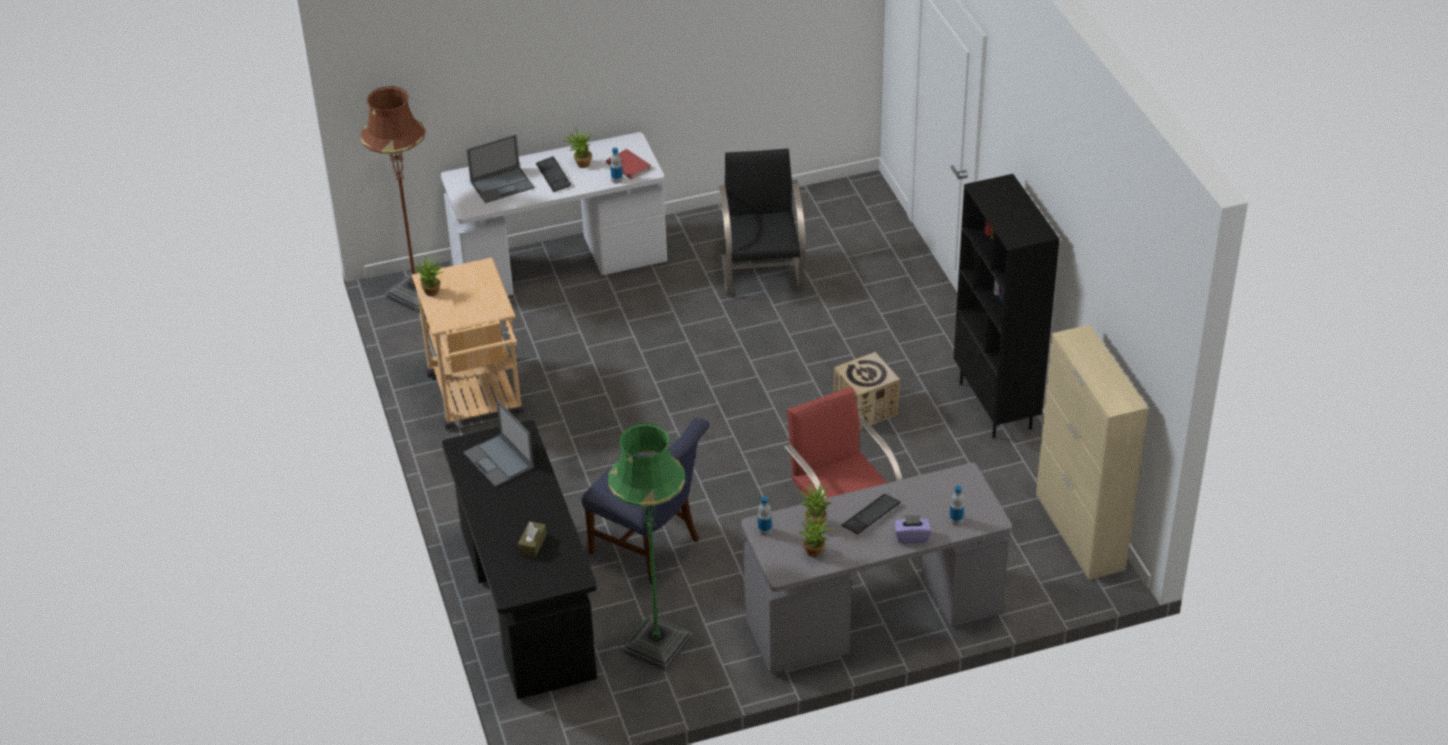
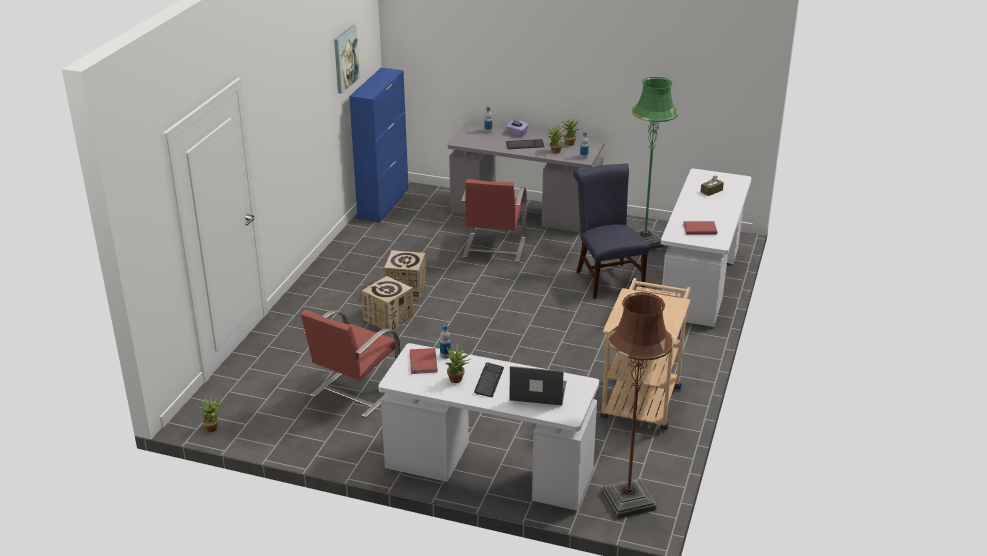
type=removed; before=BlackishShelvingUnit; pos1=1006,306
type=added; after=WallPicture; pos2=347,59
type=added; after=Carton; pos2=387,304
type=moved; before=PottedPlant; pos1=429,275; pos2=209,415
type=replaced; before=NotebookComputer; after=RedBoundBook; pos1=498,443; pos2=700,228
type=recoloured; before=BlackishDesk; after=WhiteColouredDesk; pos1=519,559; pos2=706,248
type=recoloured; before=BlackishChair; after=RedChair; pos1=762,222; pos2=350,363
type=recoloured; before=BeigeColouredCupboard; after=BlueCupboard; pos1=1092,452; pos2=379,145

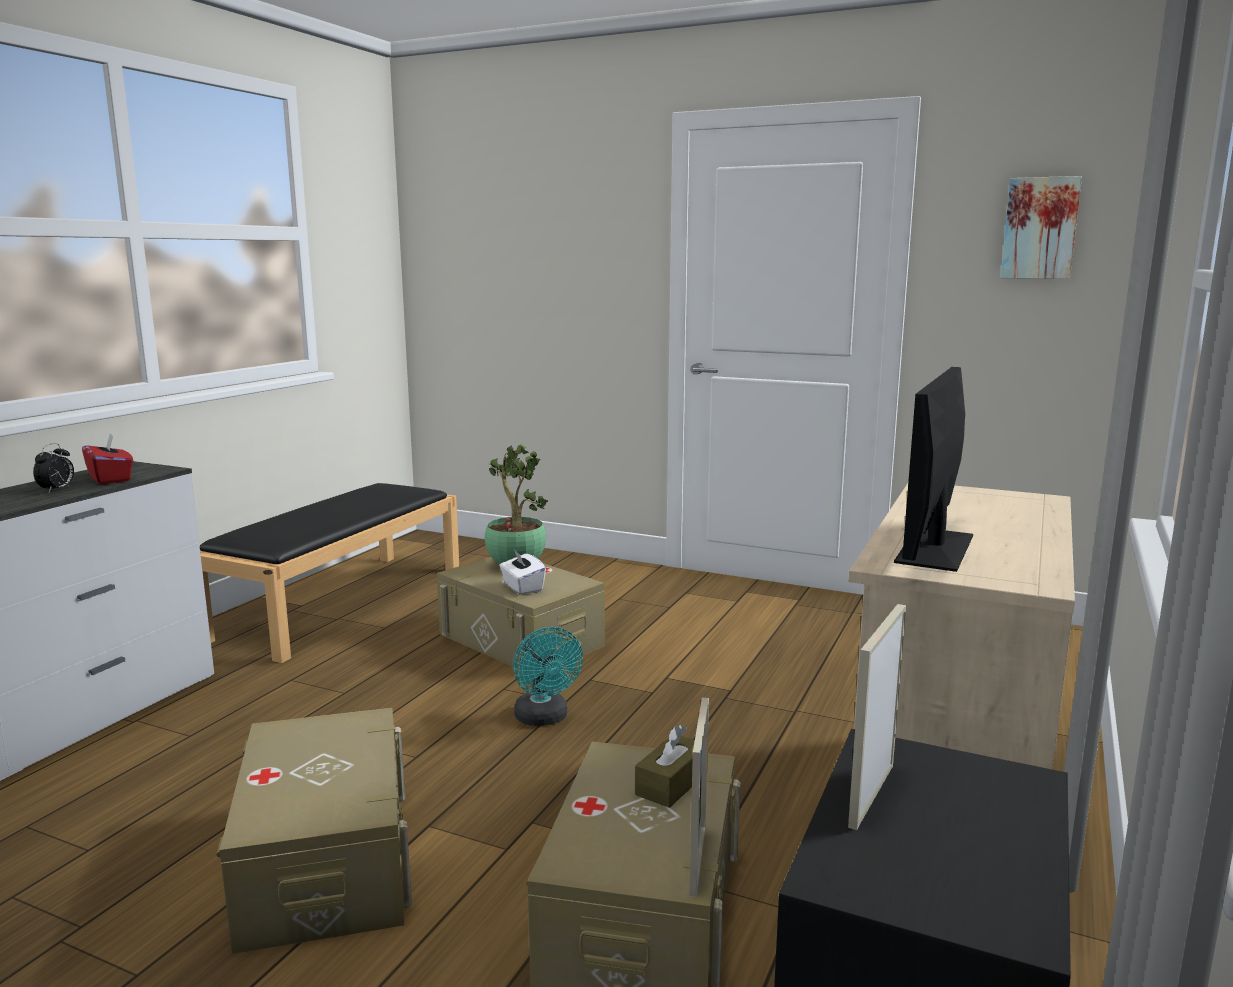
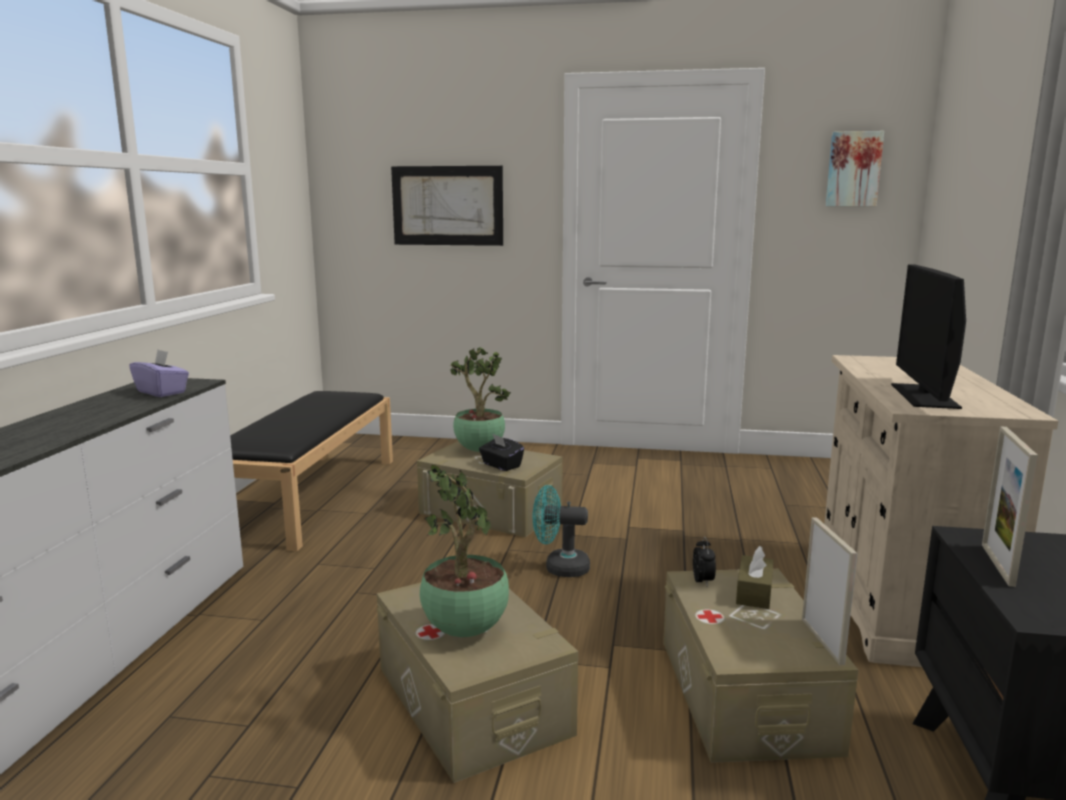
type=added; after=WallPicture; pos2=447,206
type=added; after=PottedPlant; pos2=464,551
type=moved; before=AlarmClock; pos1=53,468; pos2=704,562
type=recoloured; before=RedBoxOfTissues; after=PurpleBoxOfTissues; pos1=107,459; pos2=159,373
type=recoloured; before=WhiteColouredBoxOfTissues; after=BlackishBoxOfTissues; pos1=522,571; pos2=501,452
type=turned; before=TurquoiseCoolingFan; pos1=548,676; pos2=561,531; turn=135

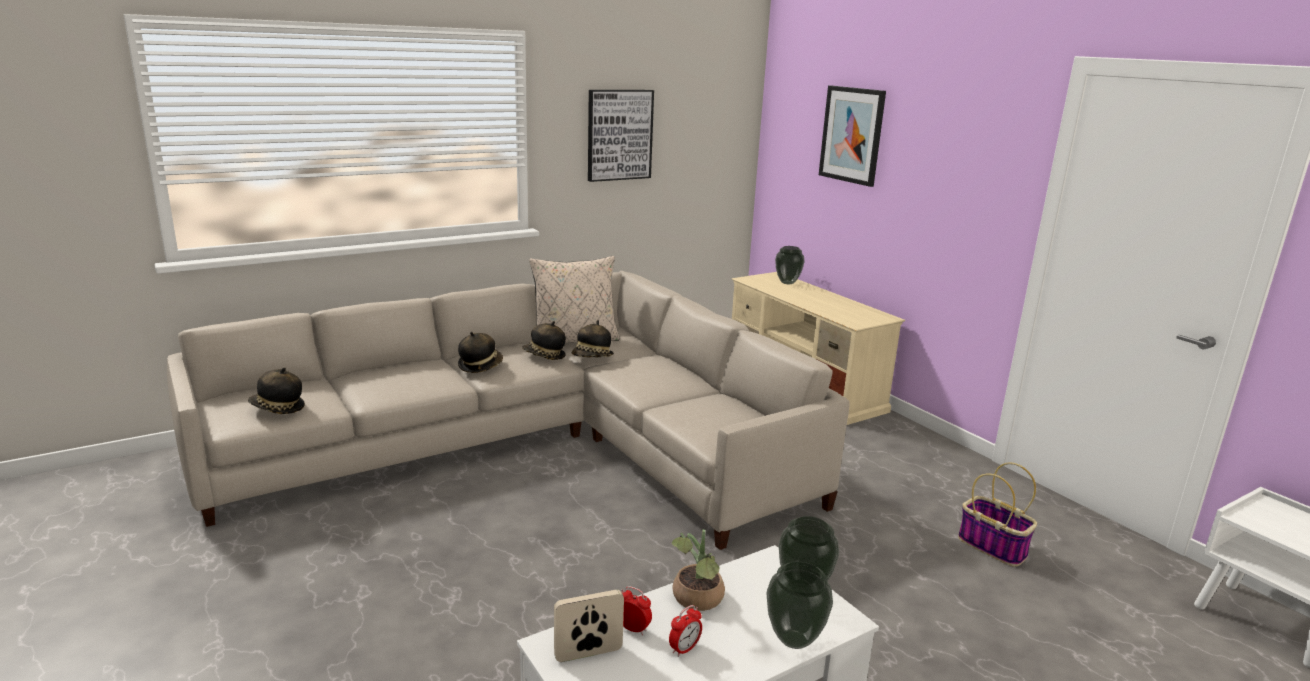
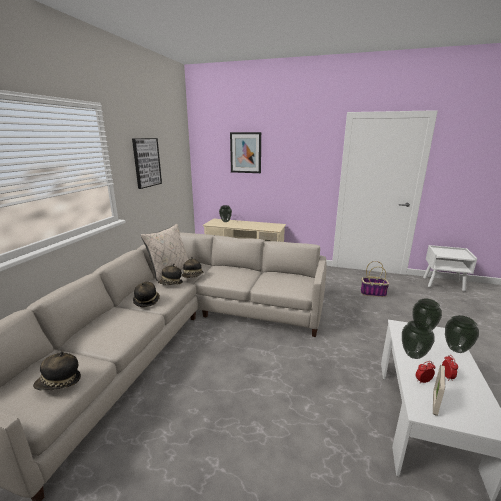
type=replaced; before=PottedPlant; after=DecorativeVase; pos1=698,570; pos2=418,339

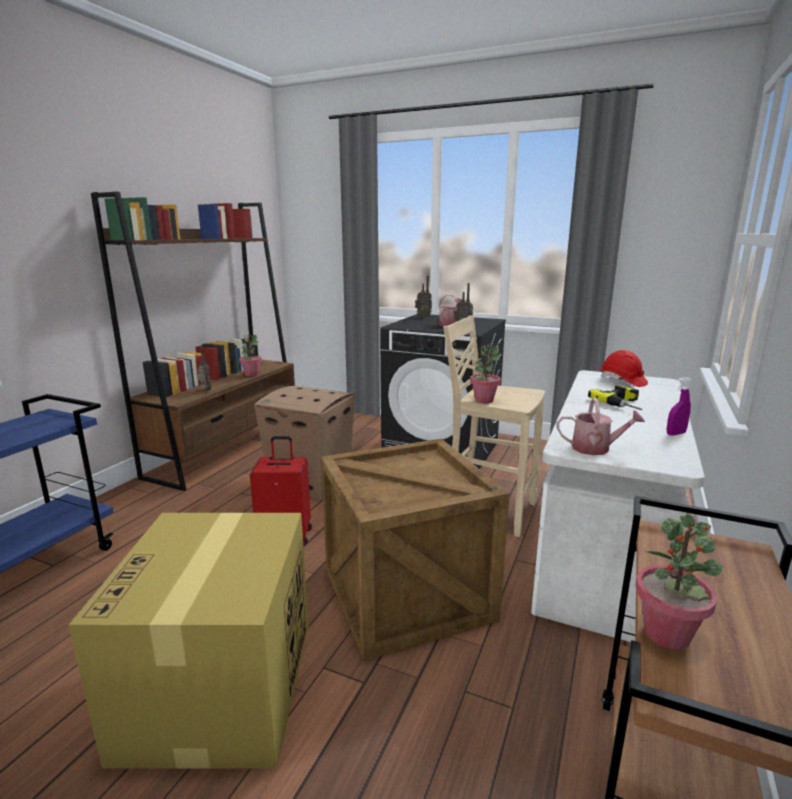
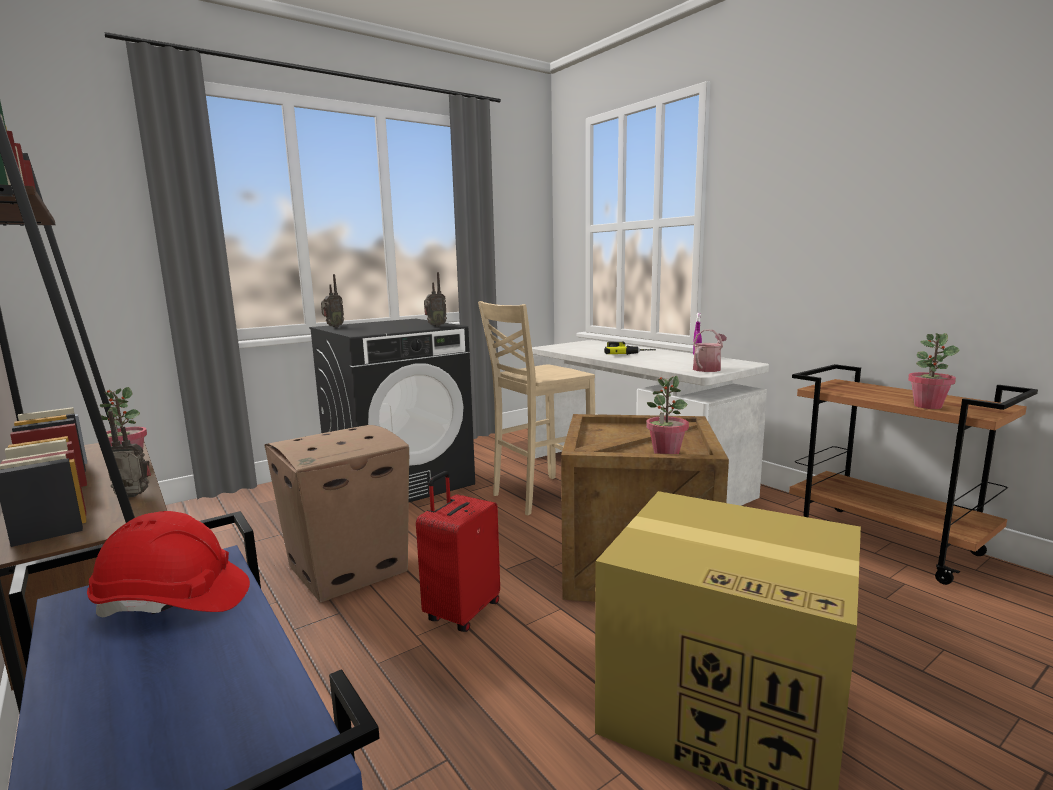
type=removed; before=WateringPot; pos1=450,310
type=moved; before=PottedPlant; pos1=485,373; pos2=667,415
type=moved; before=RedSafetyHelmet; pos1=624,368; pos2=168,564

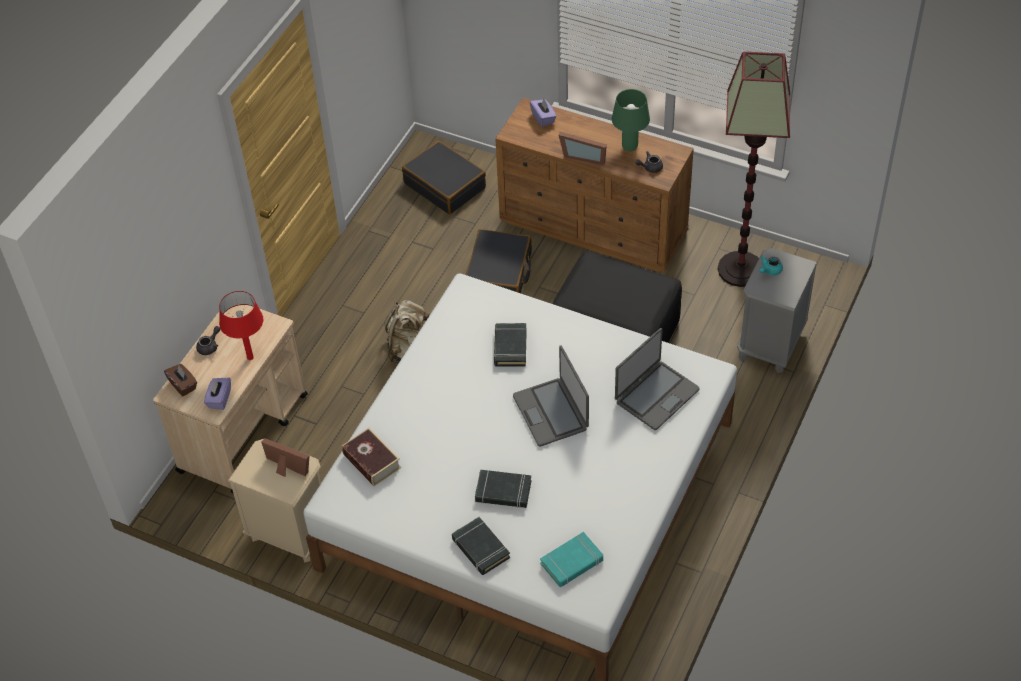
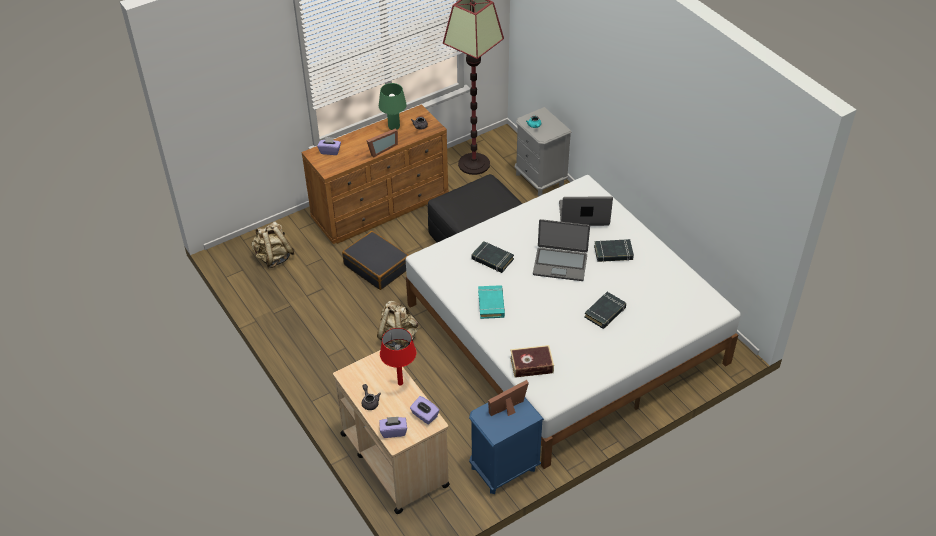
type=moved; before=BlackishBoundBook; pos1=481,546; pos2=614,250
type=moved; before=TurquoiseBoundBook; pos1=571,559; pos2=491,302
type=replaced; before=BlackishPieceOfLuggage; after=BeigeColouredKnapsack; pos1=444,177; pos2=273,244
type=recoloured; before=BrownishBoxOfTissues; after=PurpleBoxOfTissues; pos1=180,380; pos2=393,427
type=recoloured; before=BeigeColouredNightTable; after=BlueNightTable; pos1=274,500; pos2=506,446
type=turned; before=NotebookComputer; pos1=657,379; pos2=586,211; turn=-75

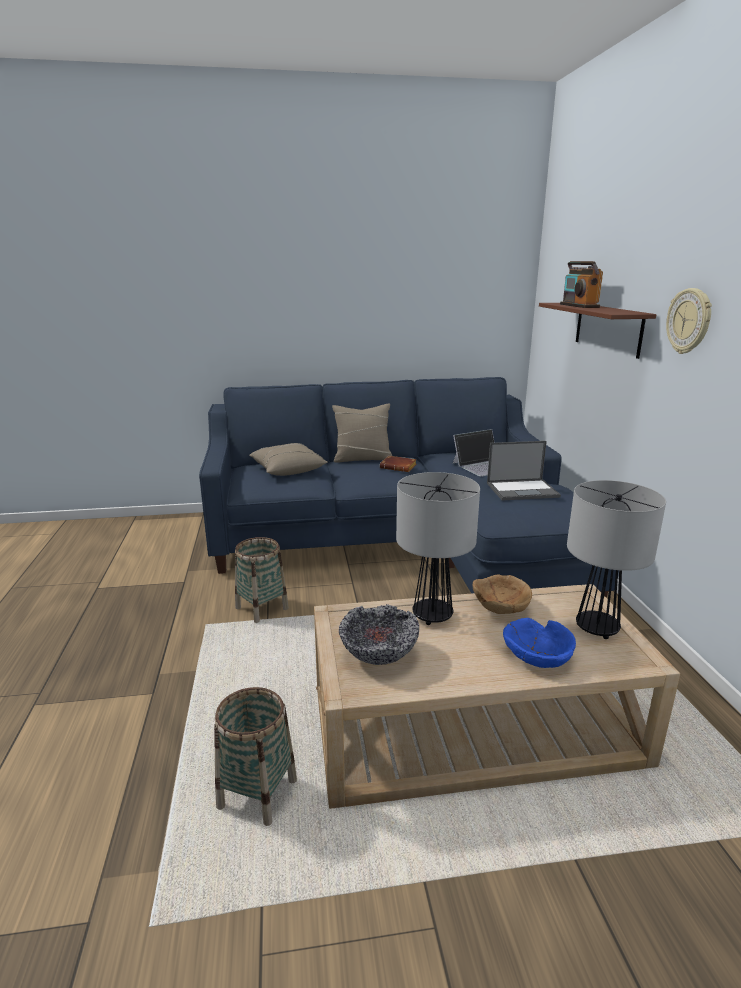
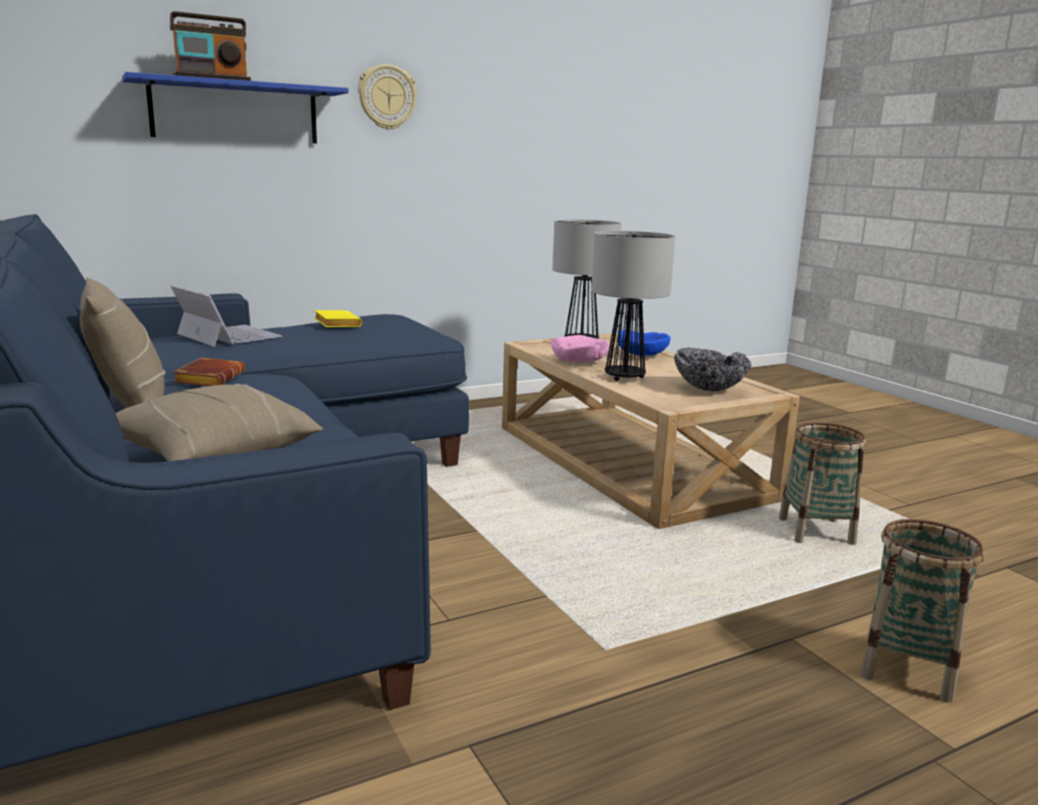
type=moved; before=Basket; pos1=262,580; pos2=922,611
type=replaced; before=NotebookComputer; after=YellowBoundBook; pos1=524,471; pos2=338,318
type=recoloured; before=BrownishBowl; after=PinkBowl; pos1=502,594; pos2=580,348
type=recoloured; before=BrownishShelf; after=BlueShelf; pos1=597,331; pos2=235,107

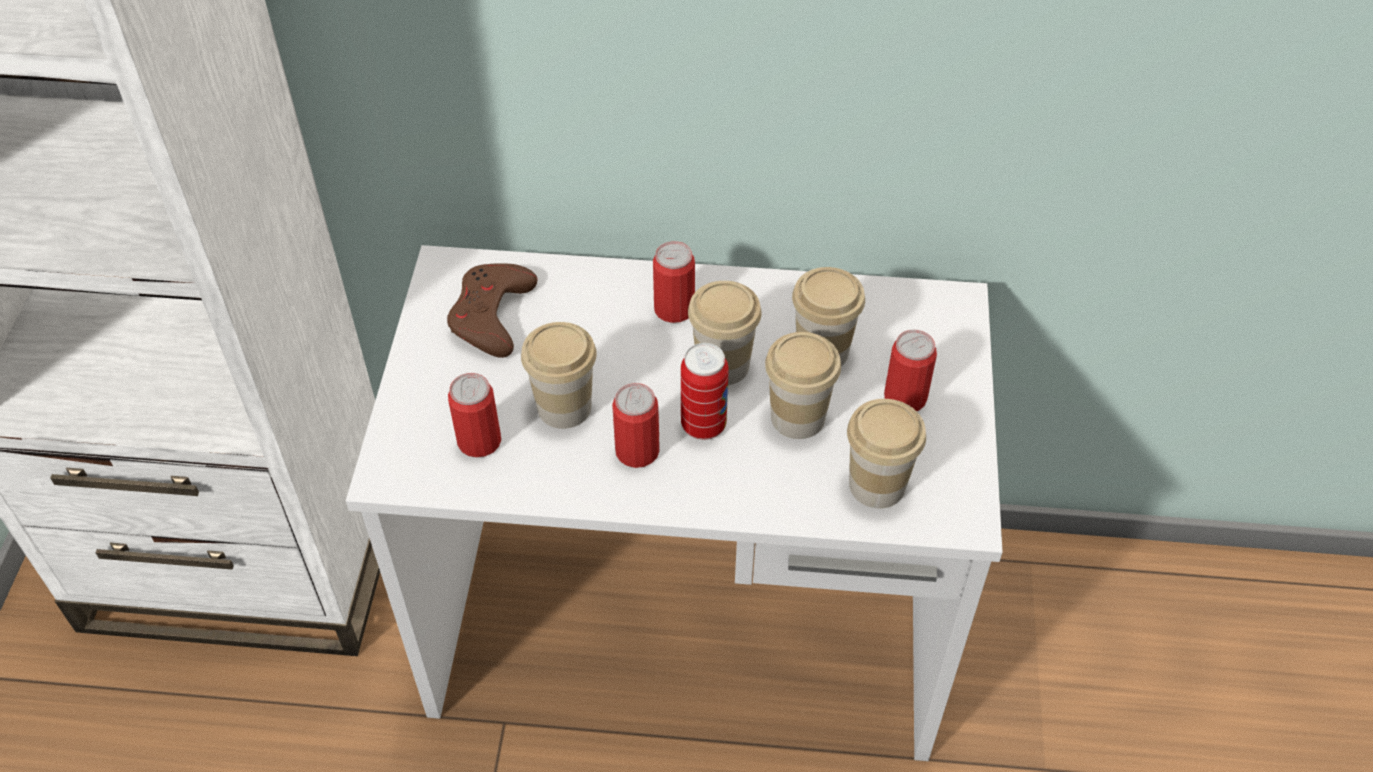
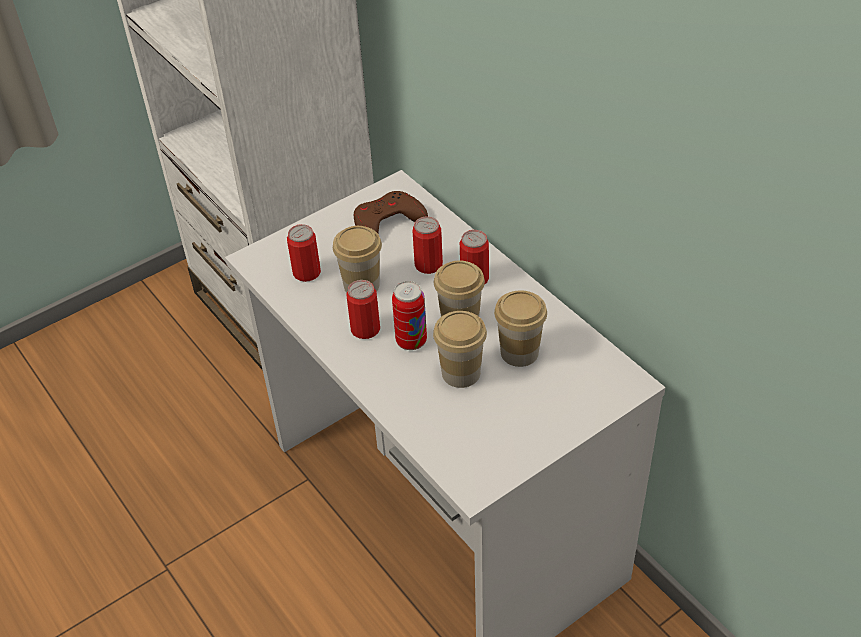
type=removed; before=SmallCup; pos1=886,453
type=moved; before=Can; pos1=910,370; pos2=428,245

